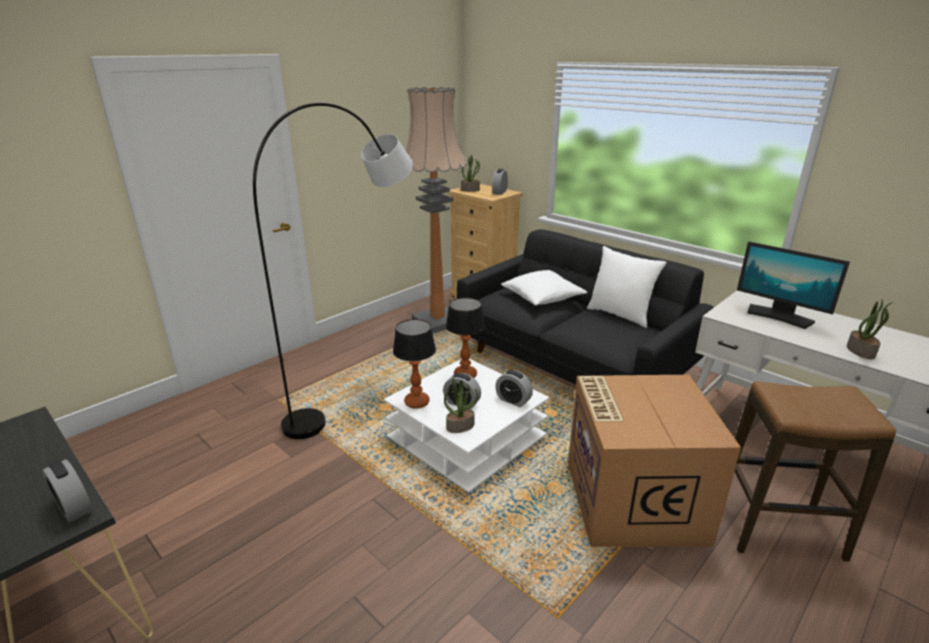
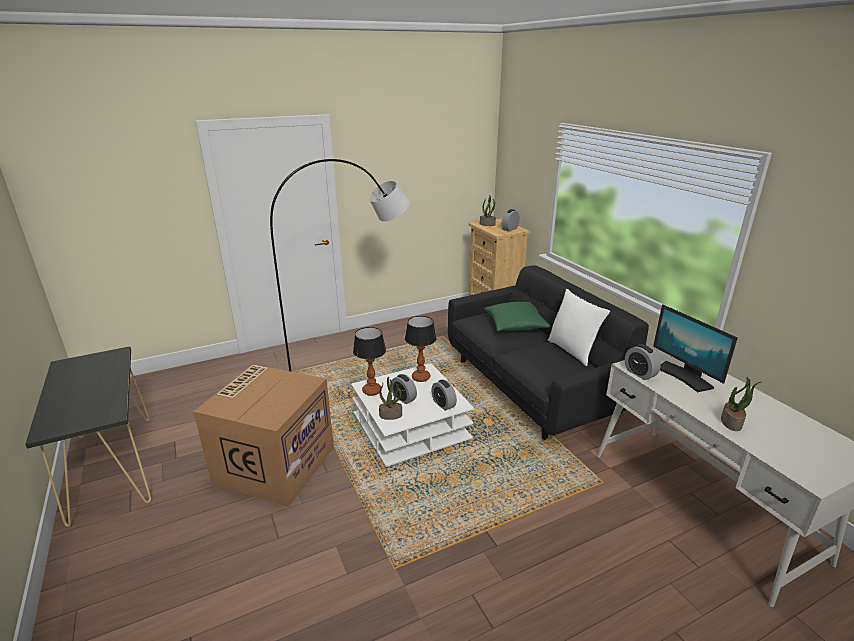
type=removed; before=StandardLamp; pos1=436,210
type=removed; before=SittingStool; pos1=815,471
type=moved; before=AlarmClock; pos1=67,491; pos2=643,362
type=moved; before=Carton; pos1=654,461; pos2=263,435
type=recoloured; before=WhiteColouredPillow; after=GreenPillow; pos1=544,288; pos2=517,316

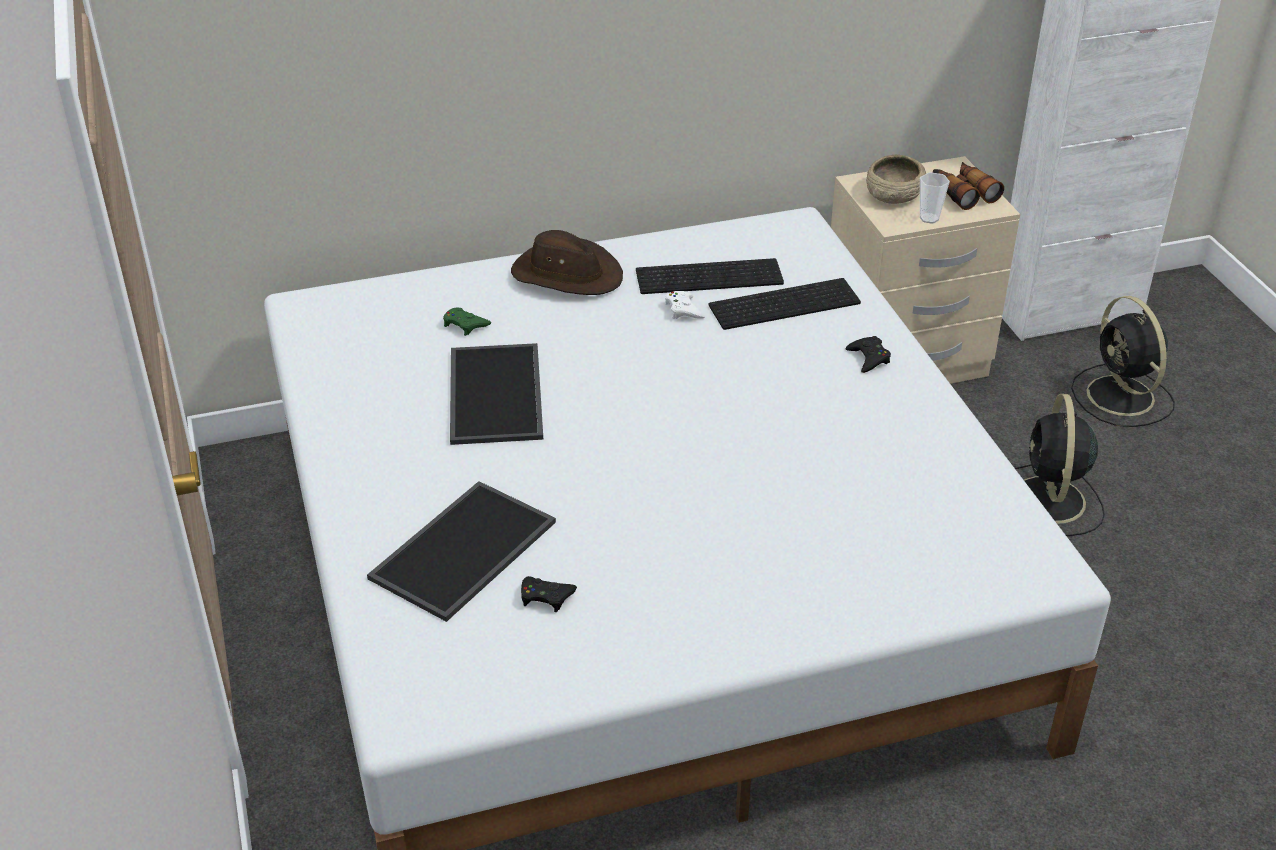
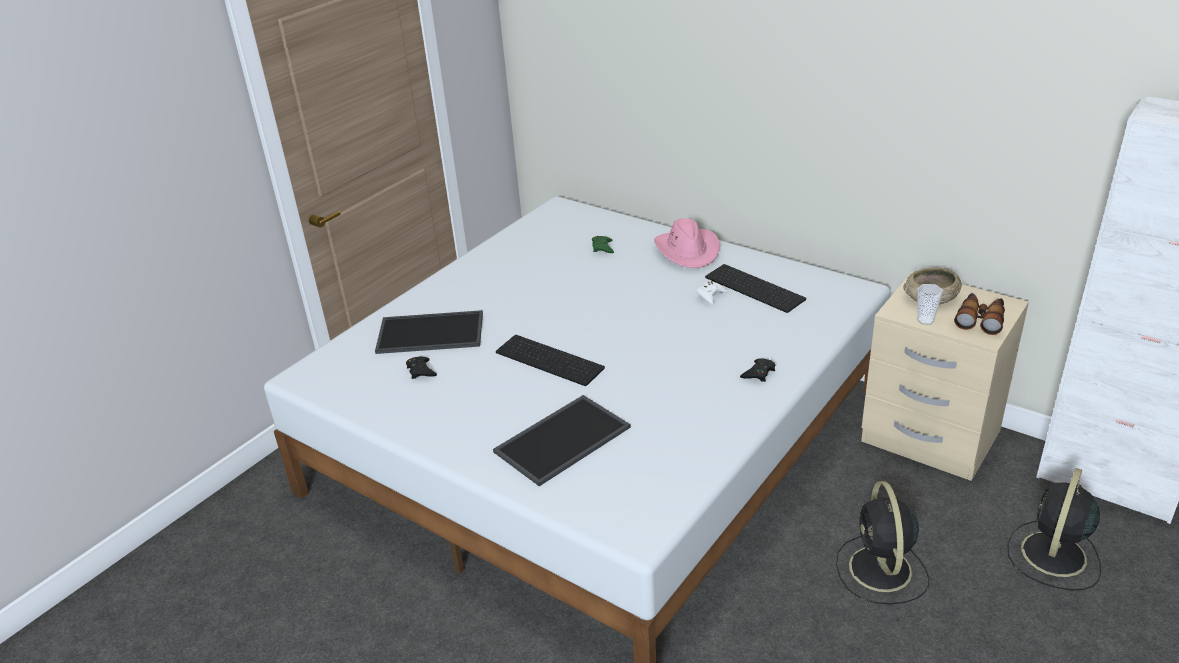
type=moved; before=CarryingTray; pos1=496,394; pos2=561,440
type=moved; before=Keyboard; pos1=785,304; pos2=550,360
type=recoloured; before=BrownishWearableHat; after=PinkWearableHat; pos1=567,262; pos2=687,243
type=turned; before=BlackishCoolingFan; pos1=1060,465; pos2=882,542; turn=-60

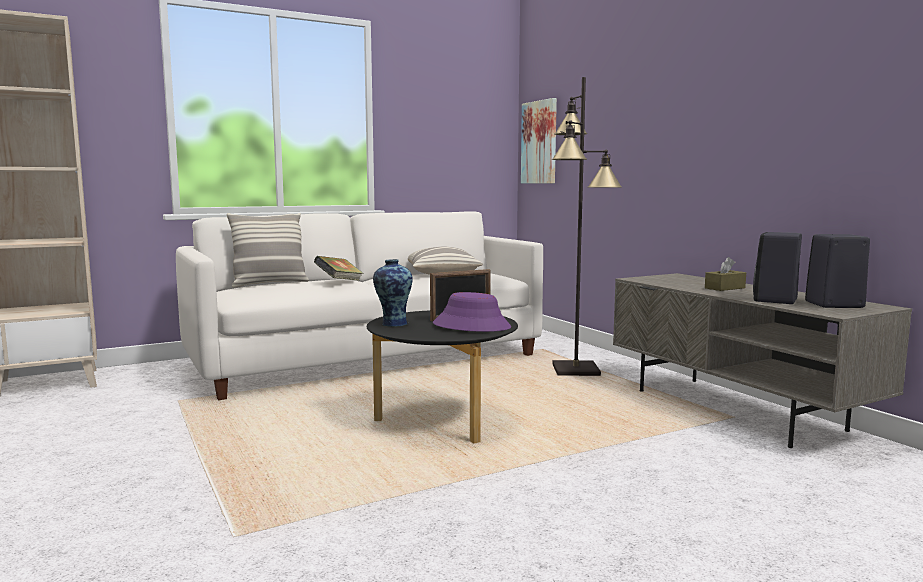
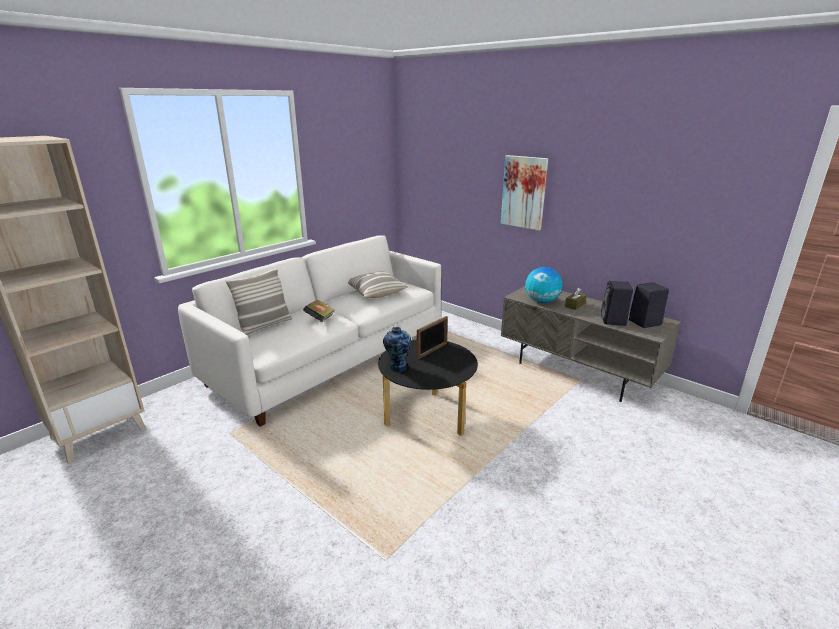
type=removed; before=PurpleWearableHat; pos1=472,312
type=removed; before=BlackishStandardLamp; pos1=587,226
type=added; after=DeskGlobe; pos2=543,285
type=moved; before=WallPicture; pos1=539,141; pos2=524,192

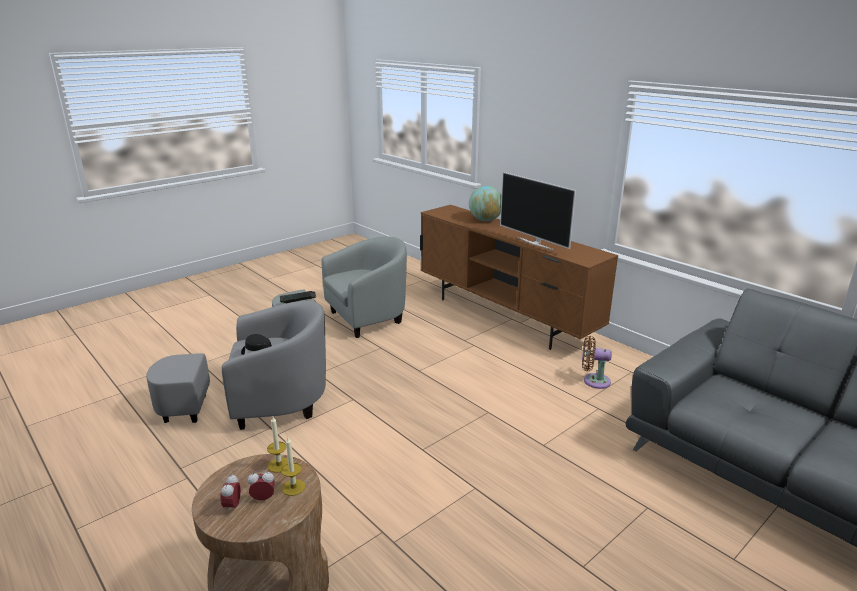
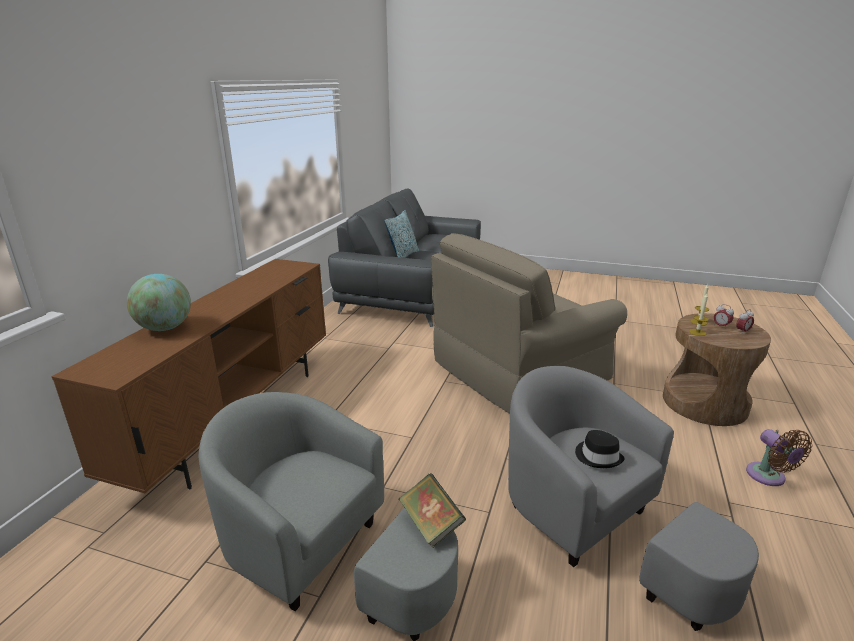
type=removed; before=Television; pos1=538,211
type=added; after=Pillow; pos2=402,234
type=added; after=BeigeColouredLoungeChair; pos2=529,323
type=moved; before=BrownishCoolingFan; pos1=597,362; pos2=779,457

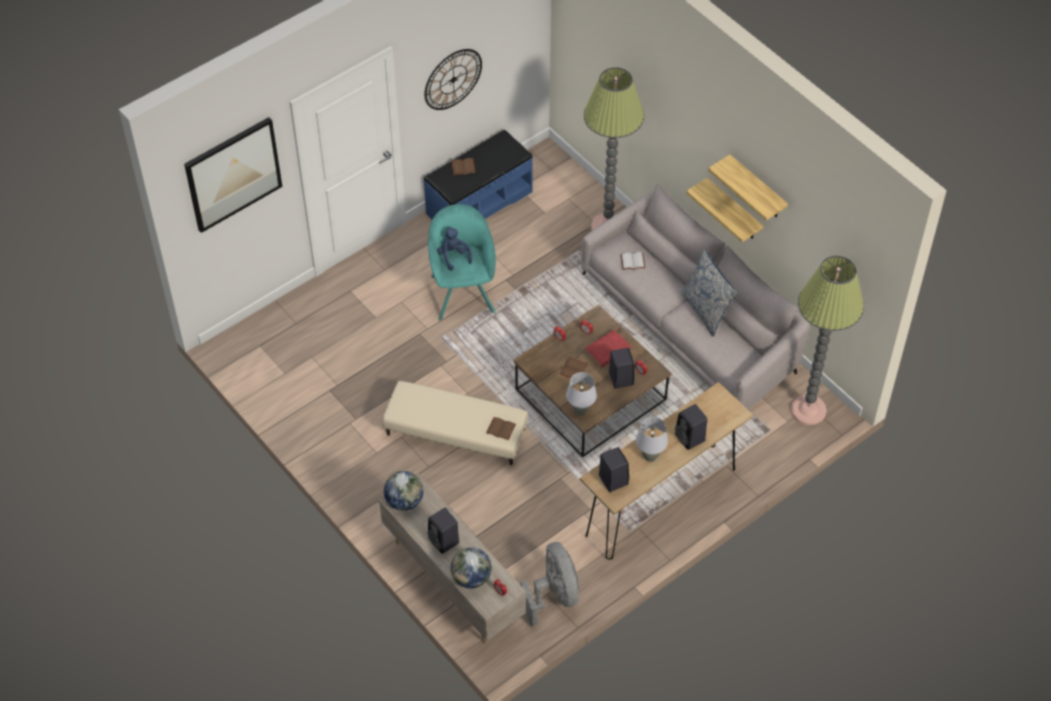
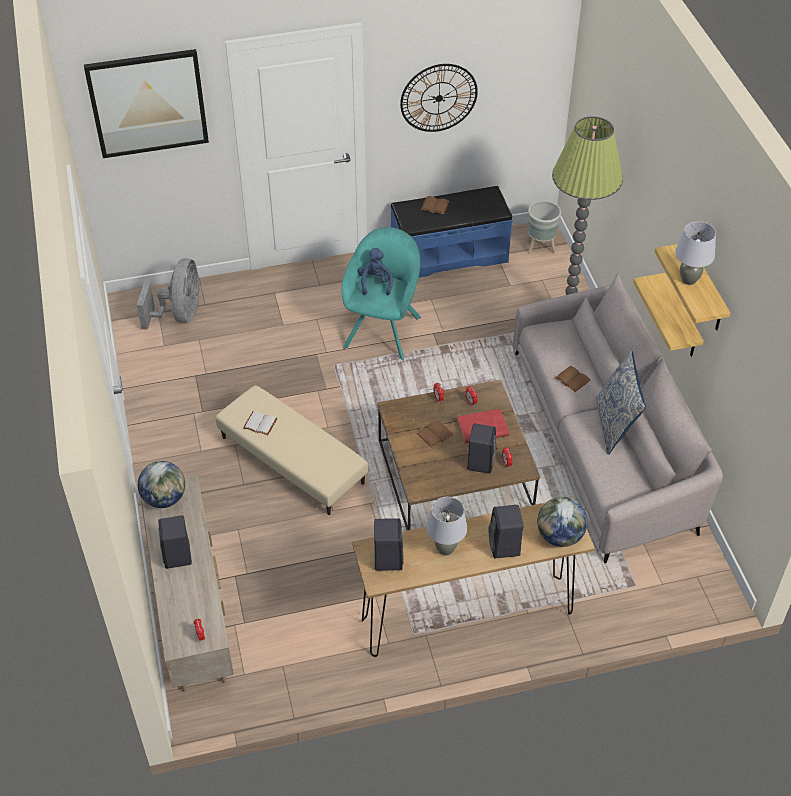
type=removed; before=StandardLamp; pos1=827,340
type=added; after=GreyishPlantPot; pos2=544,227
type=moved; before=DeskGlobe; pos1=471,568; pos2=562,522
type=moved; before=BrownishBoundBook; pos1=501,428; pos2=572,379
type=moved; before=GreyishCoolingFan; pos1=549,584; pos2=168,294
type=moved; before=GreyishTabletopLamp; pos1=581,394; pos2=695,253
type=moved; before=WhiteColouredBoundBook; pos1=632,261; pos2=260,423

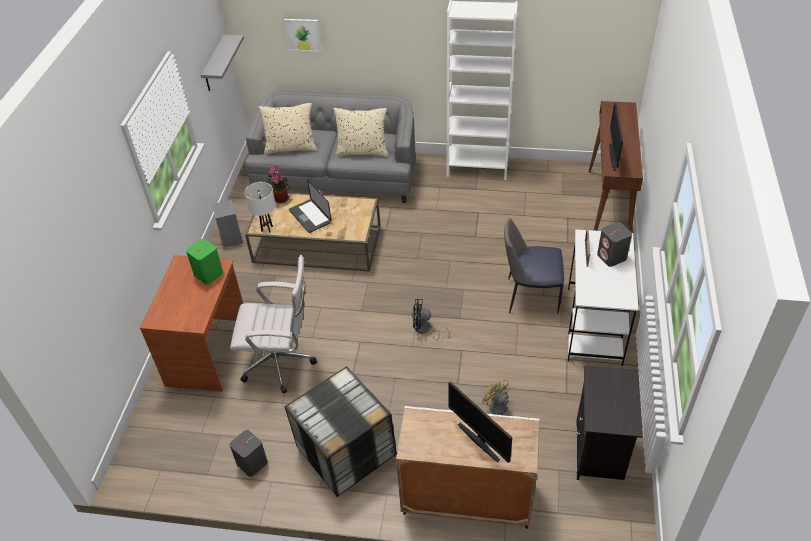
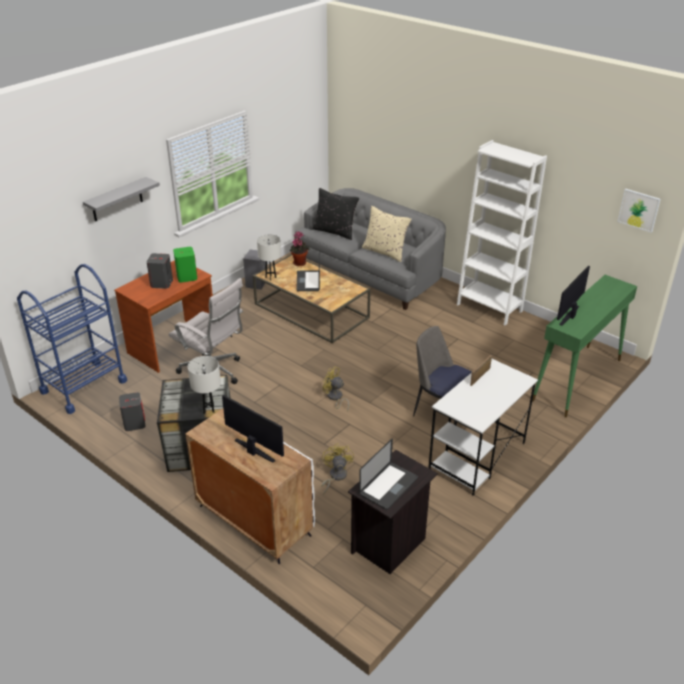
type=added; after=BlueCart; pos2=72,339
type=added; after=WhiteColouredTabletopLamp; pos2=204,385
type=added; after=NotebookComputer; pos2=388,474
type=moved; before=GreyishShelf; pos1=222,63; pos2=121,199
type=moved; before=WallPicture; pos1=303,35; pos2=639,211
type=moved; before=GreyishSpeaker; pos1=614,244; pos2=159,271
type=recoloured; before=BeigeColouredPillow; after=BlackishPillow; pos1=287,128; pos2=335,214
type=recoloured; before=BlackishCoolingFan; after=YellowCoolingFan; pos1=431,320; pos2=336,389
type=recoloured; before=BrownishConsoleTable; after=GreenConsoleTable; pos1=616,167; pos2=584,346
type=turned; before=Monitor; pos1=480,422; pos2=253,429; turn=135

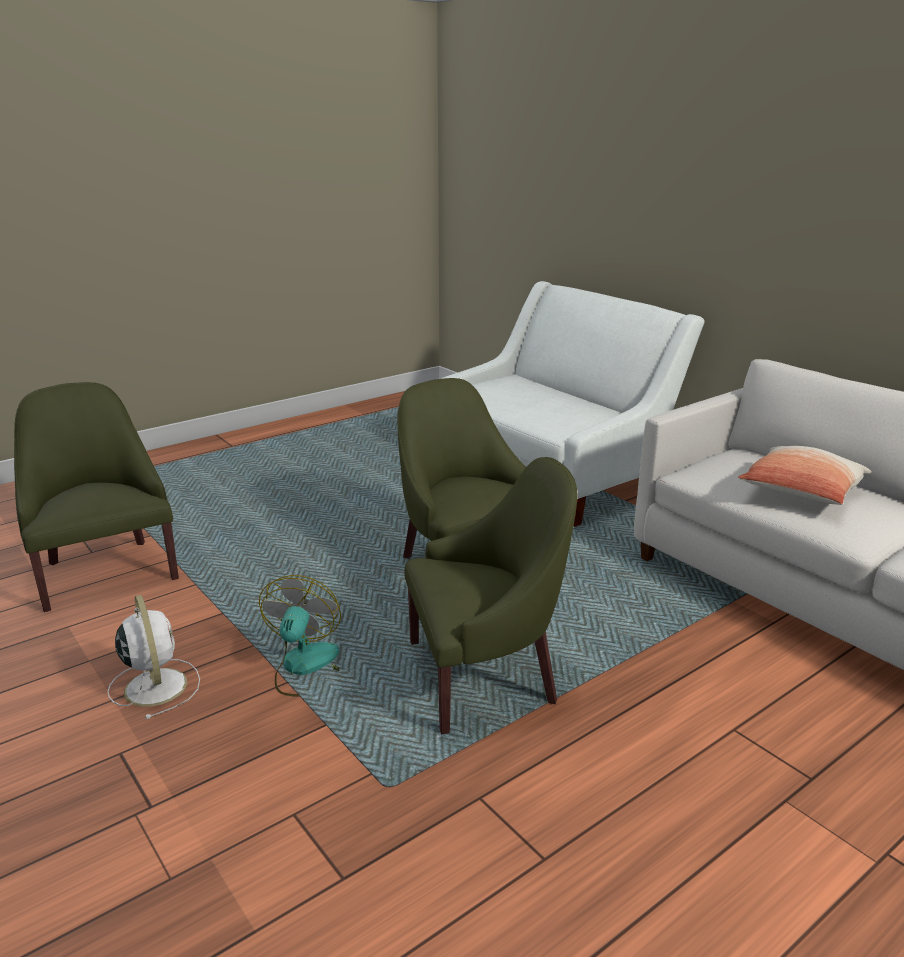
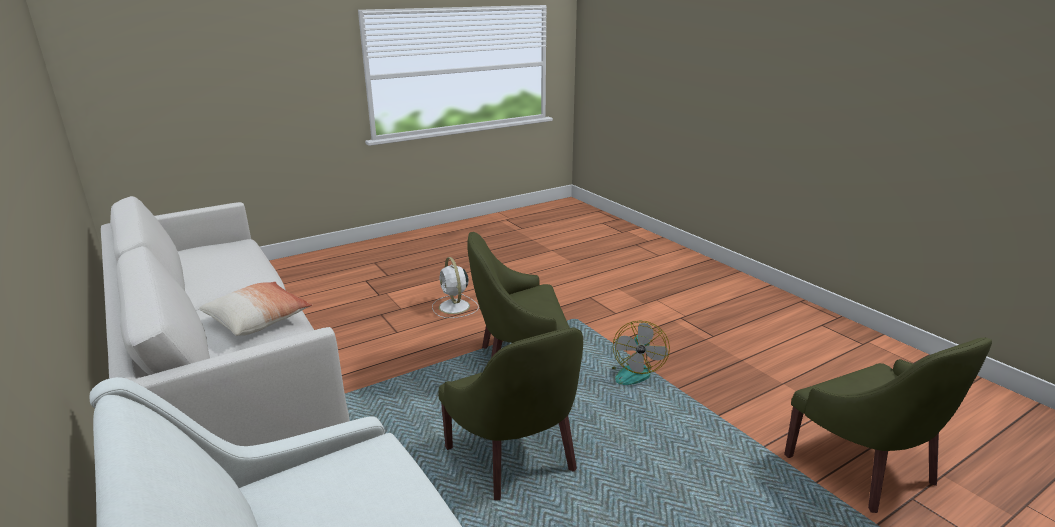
type=moved; before=WhiteColouredCoolingFan; pos1=153,657; pos2=455,287

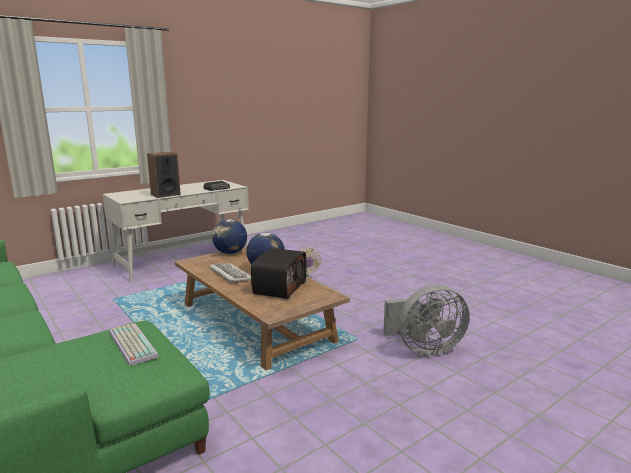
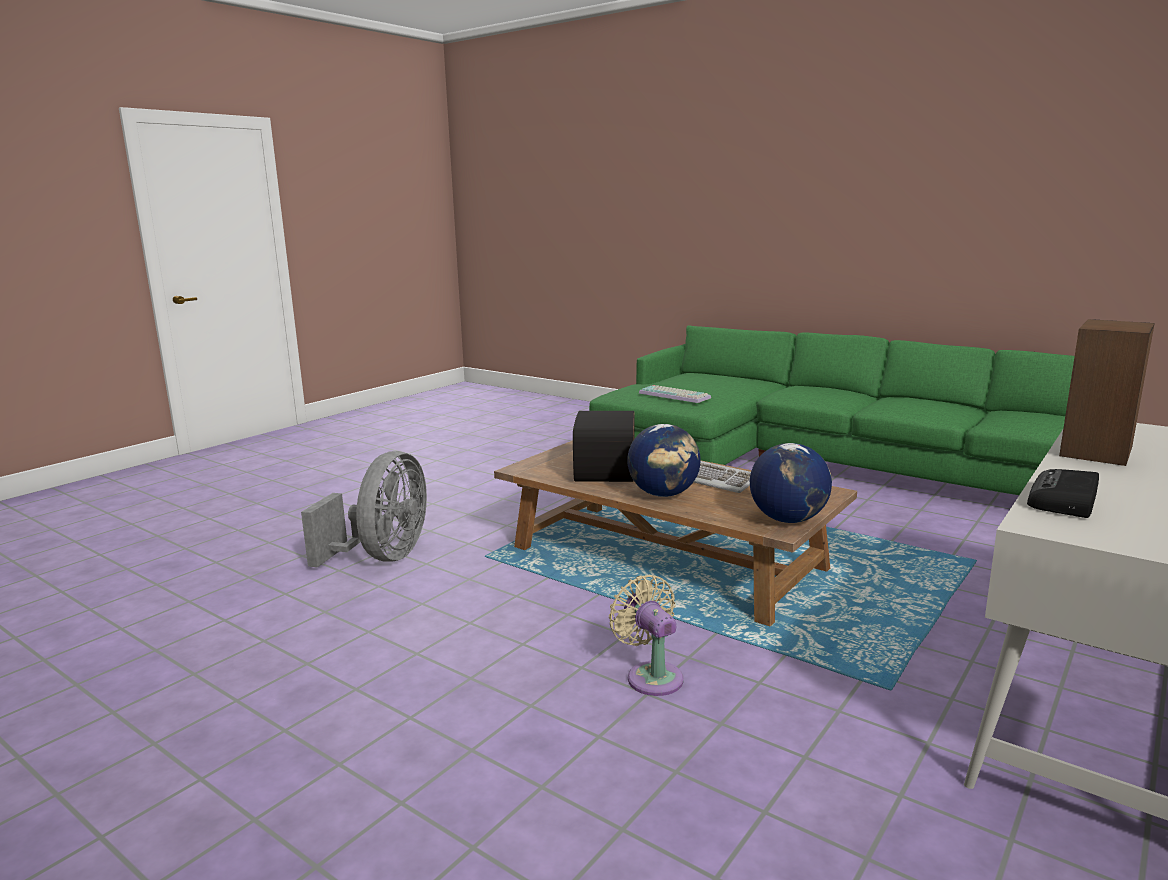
type=turned; before=GreyishCoolingFan; pos1=426,320; pos2=364,509; turn=135

